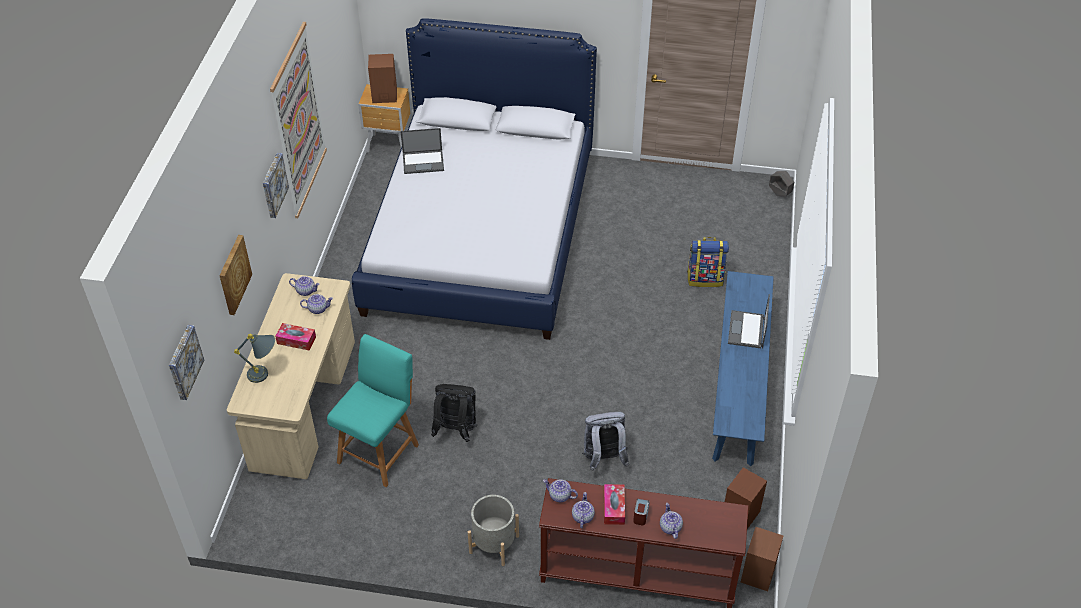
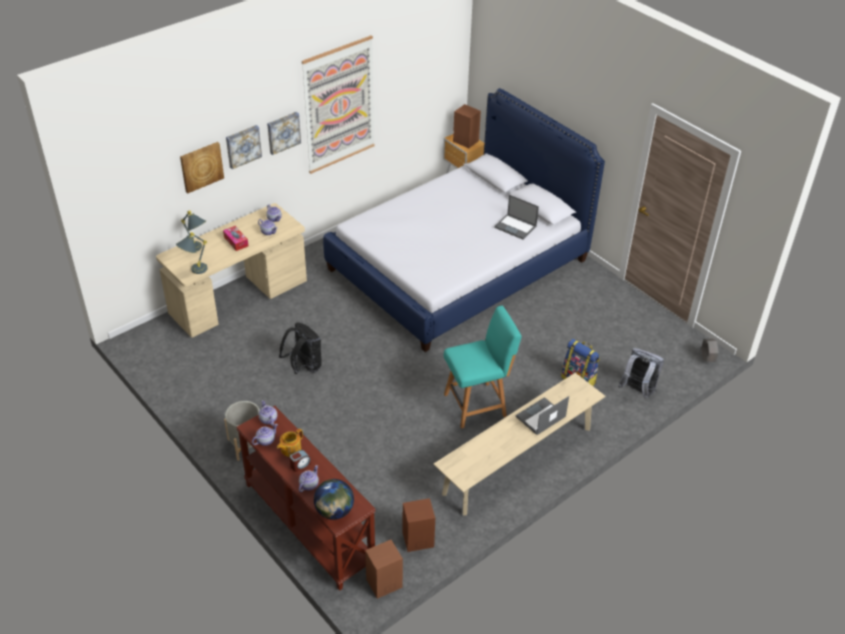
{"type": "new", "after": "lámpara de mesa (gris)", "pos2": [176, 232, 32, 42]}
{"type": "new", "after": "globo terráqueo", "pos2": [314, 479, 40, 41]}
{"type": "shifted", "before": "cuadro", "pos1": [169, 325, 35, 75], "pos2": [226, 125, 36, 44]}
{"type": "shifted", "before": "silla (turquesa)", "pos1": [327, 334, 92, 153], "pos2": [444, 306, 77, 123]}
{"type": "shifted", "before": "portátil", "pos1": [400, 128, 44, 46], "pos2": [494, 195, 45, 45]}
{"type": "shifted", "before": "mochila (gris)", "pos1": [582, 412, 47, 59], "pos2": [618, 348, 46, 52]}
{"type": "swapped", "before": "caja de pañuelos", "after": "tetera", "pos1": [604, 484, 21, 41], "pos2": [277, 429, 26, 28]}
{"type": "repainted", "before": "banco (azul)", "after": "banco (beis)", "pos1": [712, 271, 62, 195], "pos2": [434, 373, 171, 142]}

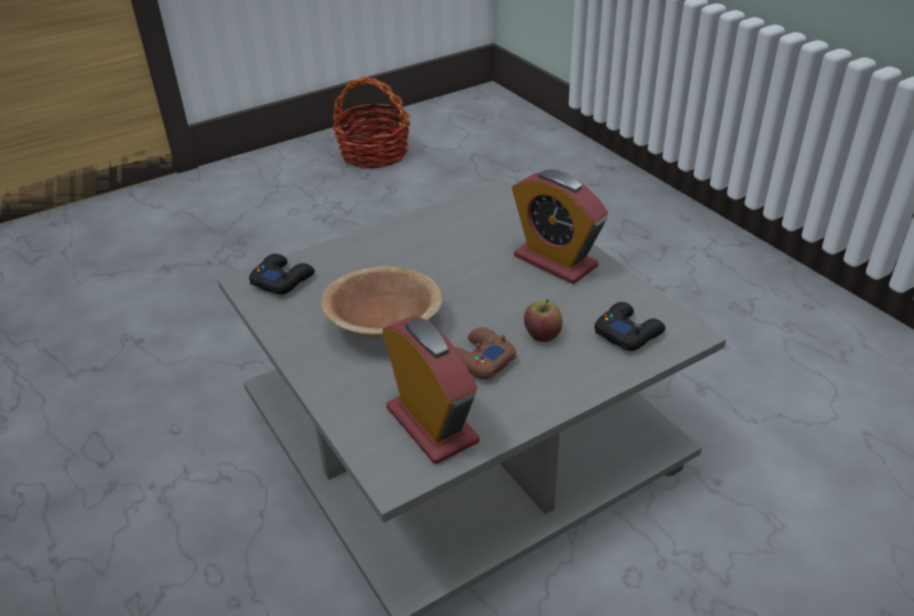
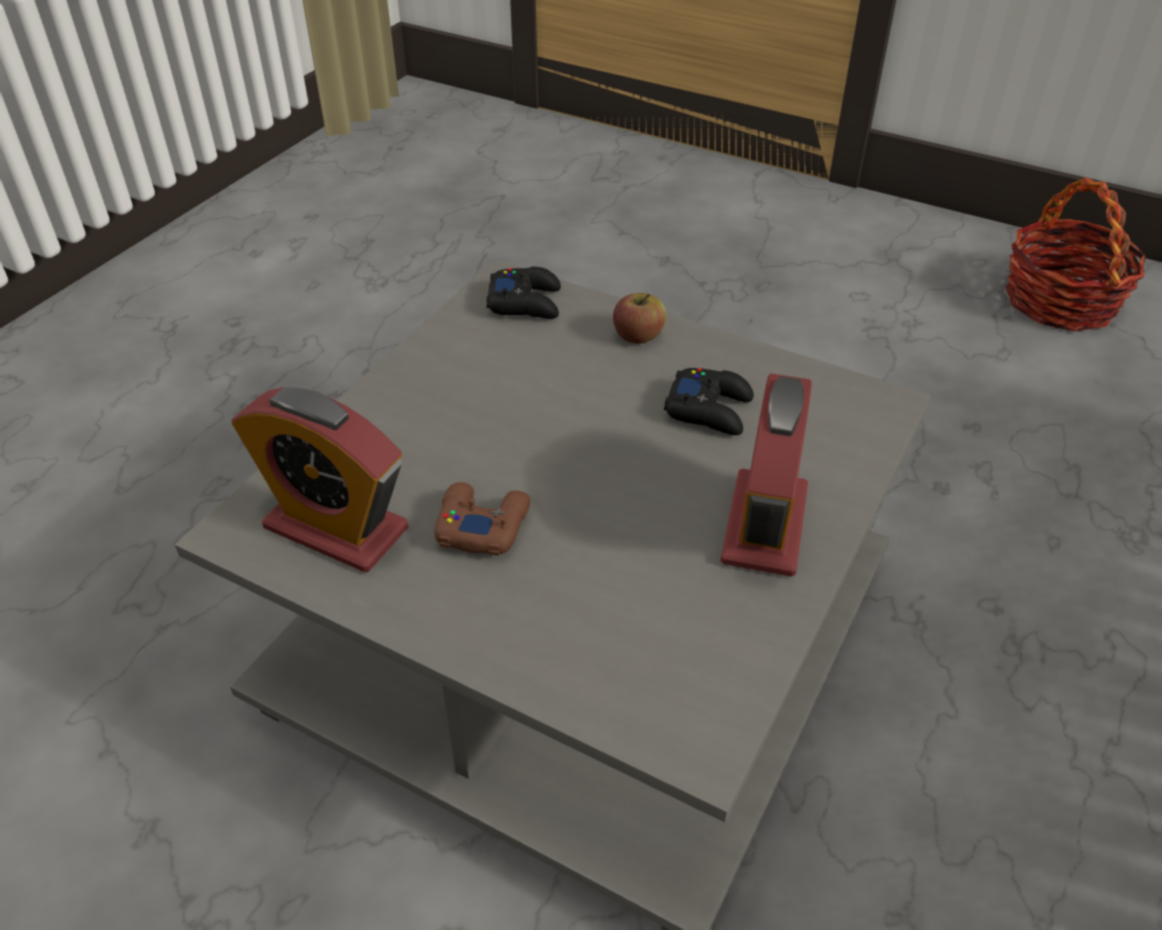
{"type": "gone", "before": "cuenco (marrón)", "pos1": [320, 266, 123, 73]}
{"type": "shifted", "before": "manzana", "pos1": [524, 299, 39, 43], "pos2": [613, 293, 53, 51]}
{"type": "shifted", "before": "mando de consola (negro)", "pos1": [595, 302, 70, 49], "pos2": [664, 368, 90, 67]}
{"type": "rotated", "before": "despertador", "pos1": [382, 316, 97, 148], "pos2": [231, 387, 177, 185], "turn": 90}

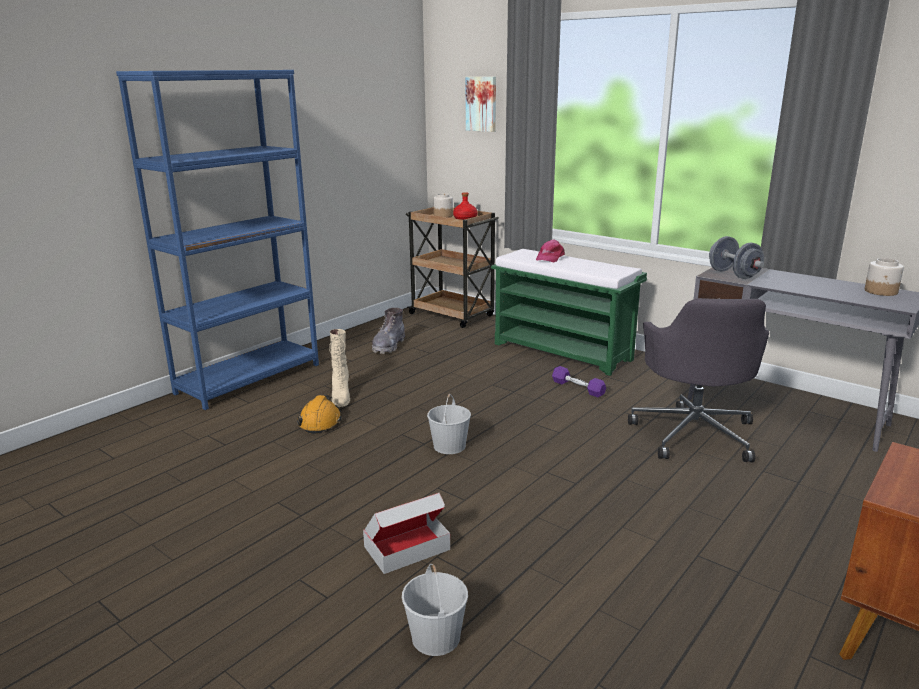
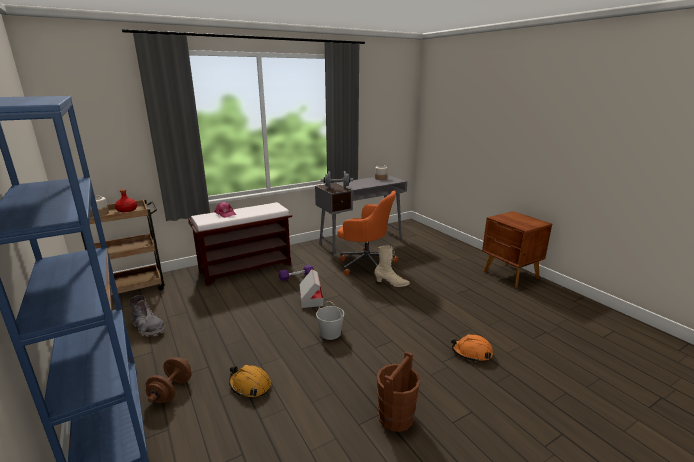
{"type": "gone", "before": "cubo (blanco)", "pos1": [402, 564, 66, 92]}
{"type": "gone", "before": "cuadro", "pos1": [466, 77, 30, 55]}
{"type": "new", "after": "mancuerna (marrón)", "pos2": [146, 357, 45, 46]}
{"type": "new", "after": "cubo (marrón)", "pos2": [377, 351, 43, 81]}
{"type": "new", "after": "casco (naranja)", "pos2": [451, 334, 42, 28]}
{"type": "shifted", "before": "bota (beis)", "pos1": [329, 329, 21, 78], "pos2": [374, 246, 36, 41]}
{"type": "shifted", "before": "caja de cartón", "pos1": [363, 493, 87, 81], "pos2": [299, 270, 25, 38]}
{"type": "repainted", "before": "banco (verde)", "after": "banco (marrón)", "pos1": [491, 249, 156, 127], "pos2": [188, 202, 104, 83]}
{"type": "repainted", "before": "silla de oficina (gris)", "after": "silla de oficina (naranja)", "pos1": [628, 298, 141, 164], "pos2": [337, 191, 62, 84]}

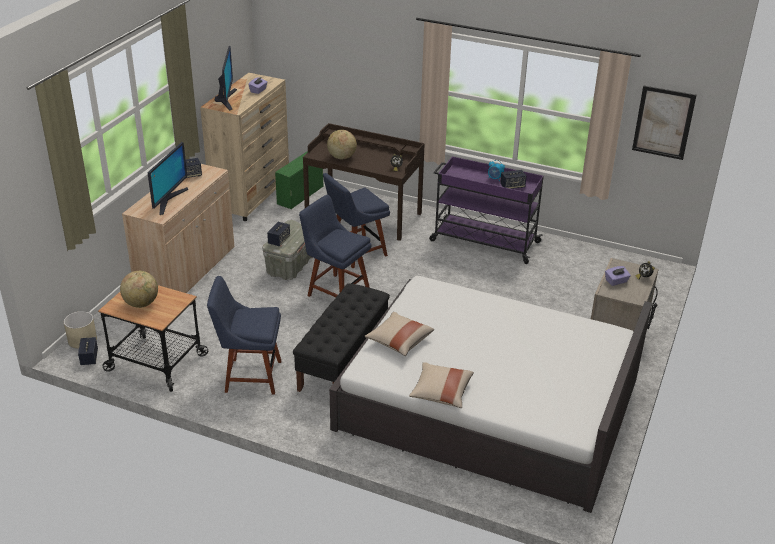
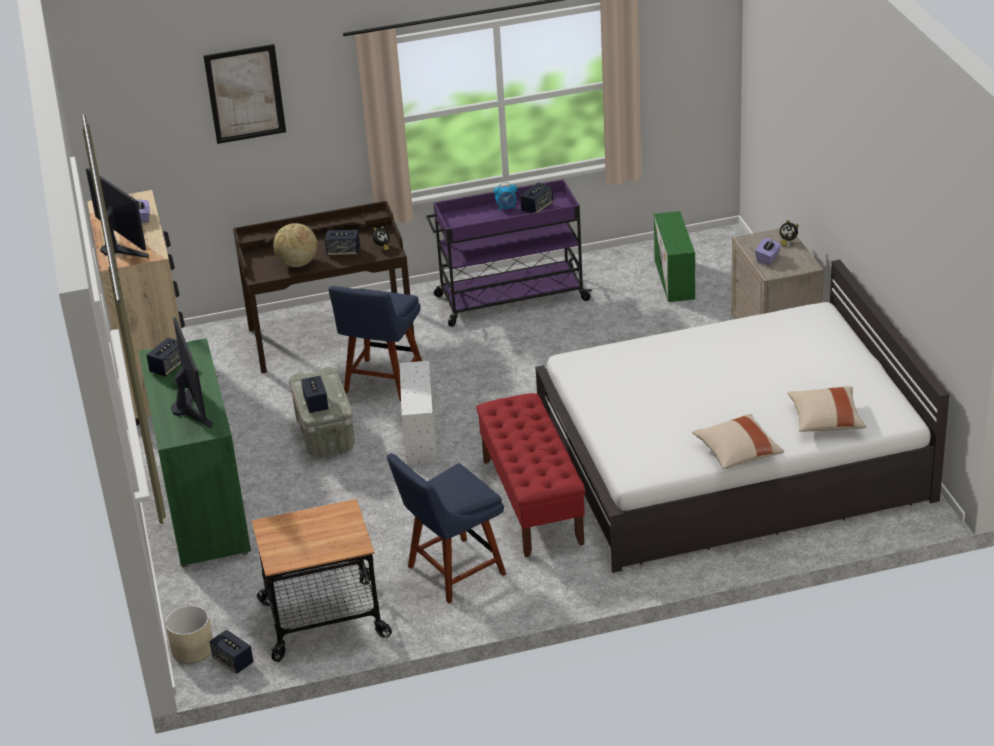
{"type": "gone", "before": "globo terráqueo", "pos1": [120, 271, 38, 37]}
{"type": "new", "after": "altavoz", "pos2": [325, 230, 35, 26]}
{"type": "shifted", "before": "caja de almacenaje (verde)", "pos1": [275, 151, 48, 58], "pos2": [654, 211, 41, 91]}
{"type": "shifted", "before": "cojín (beis)", "pos1": [365, 312, 69, 44], "pos2": [788, 386, 78, 46]}
{"type": "shifted", "before": "cuadro", "pos1": [632, 86, 64, 74], "pos2": [203, 44, 83, 100]}
{"type": "swapped", "before": "silla (azul)", "after": "caja de almacenaje (blanco)", "pos1": [299, 195, 73, 102], "pos2": [399, 361, 38, 104]}
{"type": "repainted", "before": "armario (beis)", "after": "armario (verde)", "pos1": [122, 164, 112, 129], "pos2": [139, 338, 112, 230]}
{"type": "repainted", "before": "banco (negro)", "after": "banco (rojo)", "pos1": [293, 283, 97, 109], "pos2": [476, 393, 110, 164]}

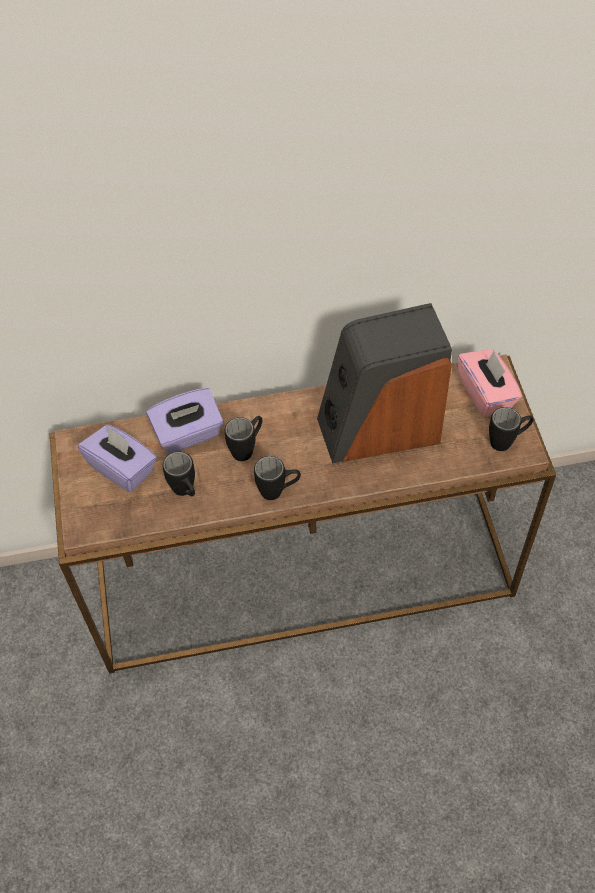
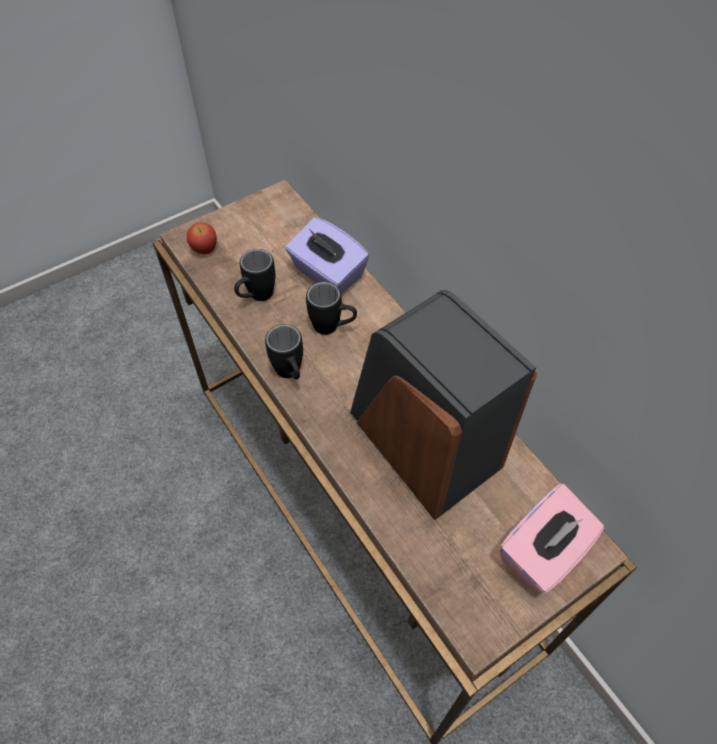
{"type": "gone", "before": "caja de pañuelos (morado)", "pos1": [78, 425, 79, 67]}
{"type": "gone", "before": "taza grande (negro)", "pos1": [489, 407, 45, 44]}
{"type": "new", "after": "manzana", "pos2": [187, 222, 30, 32]}

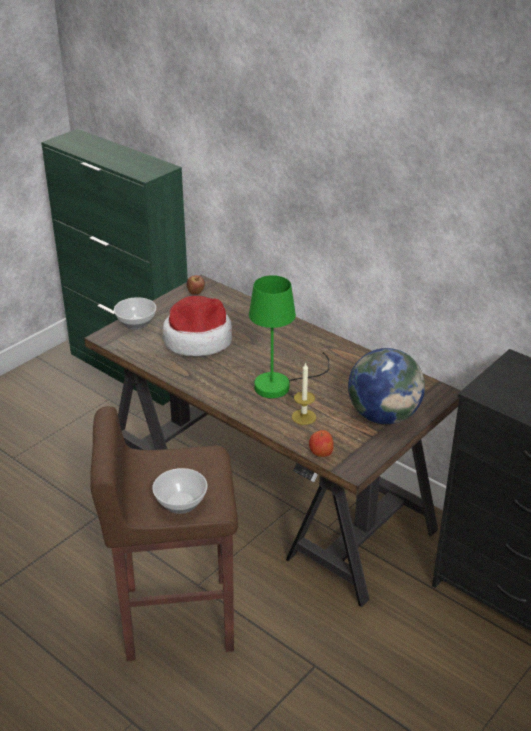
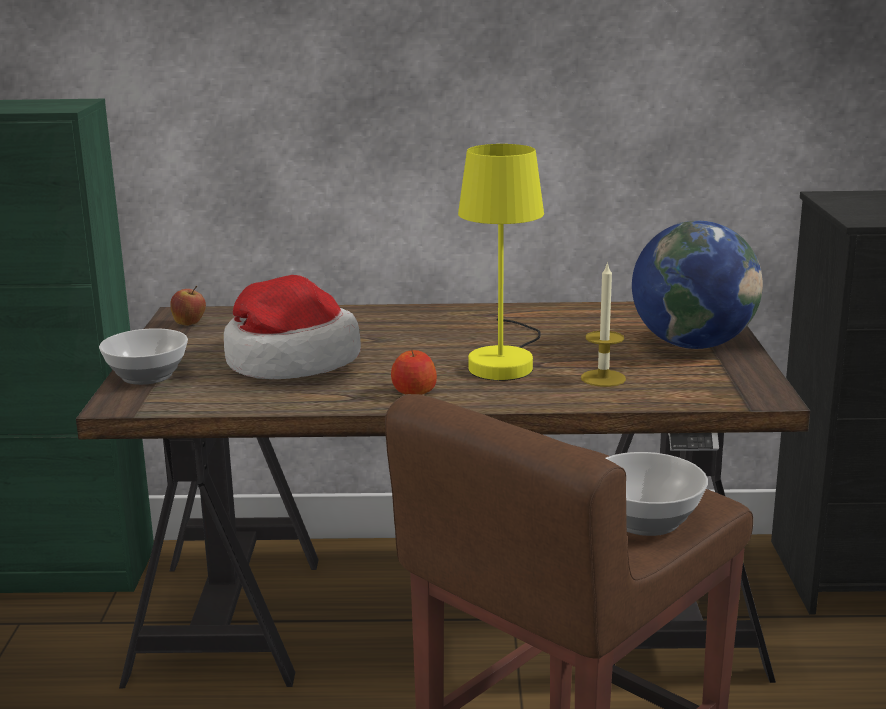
{"type": "shifted", "before": "manzana", "pos1": [309, 430, 25, 27], "pos2": [391, 349, 46, 46]}
{"type": "repainted", "before": "lámpara de mesa (verde)", "after": "lámpara de mesa (amarillo)", "pos1": [249, 275, 80, 124], "pos2": [458, 144, 86, 237]}

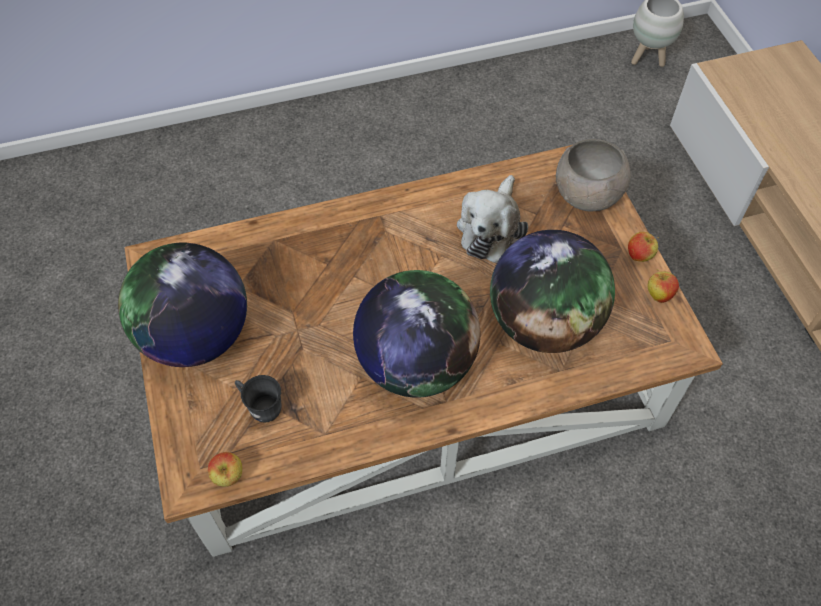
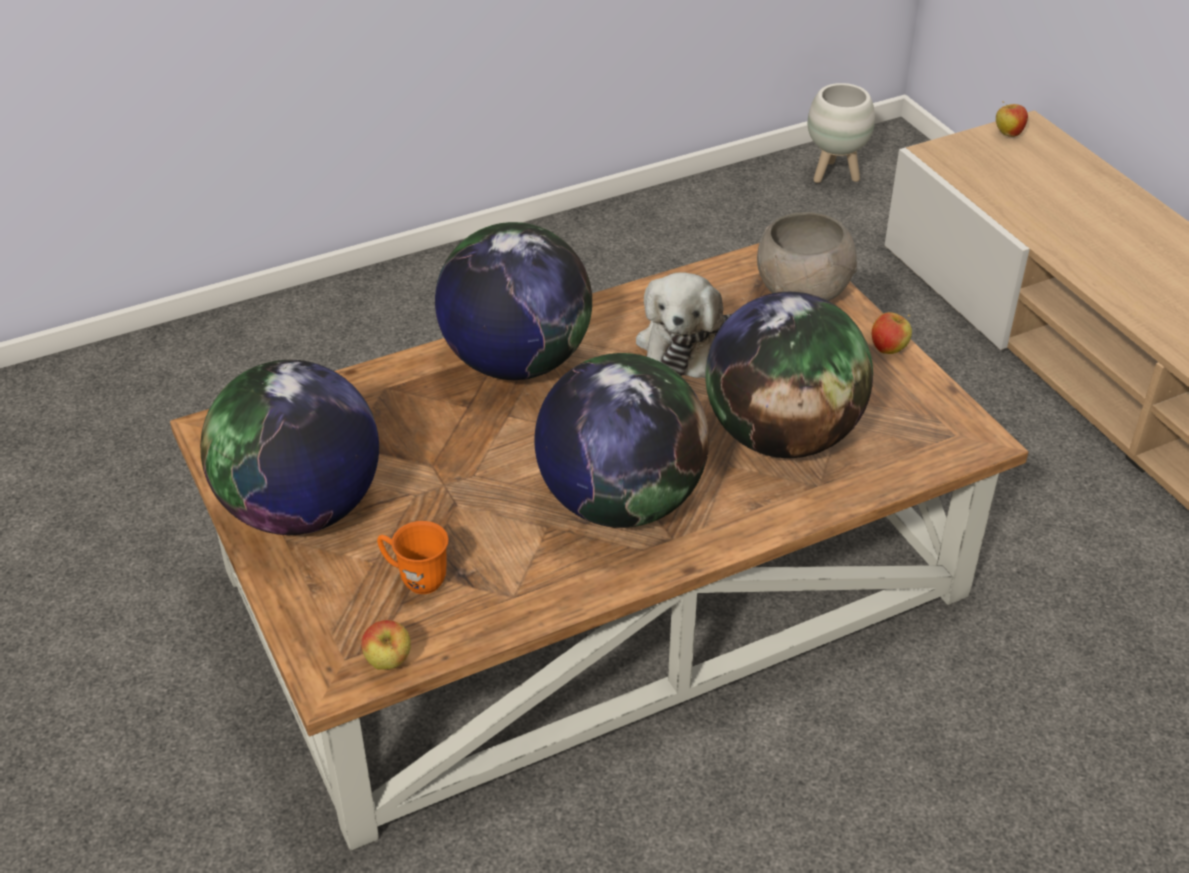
{"type": "new", "after": "globo terráqueo", "pos2": [435, 222, 157, 158]}
{"type": "shifted", "before": "manzana", "pos1": [648, 269, 31, 34], "pos2": [996, 102, 32, 35]}
{"type": "repainted", "before": "taza grande (gris)", "after": "taza grande (naranja)", "pos1": [235, 375, 47, 48], "pos2": [377, 521, 71, 73]}

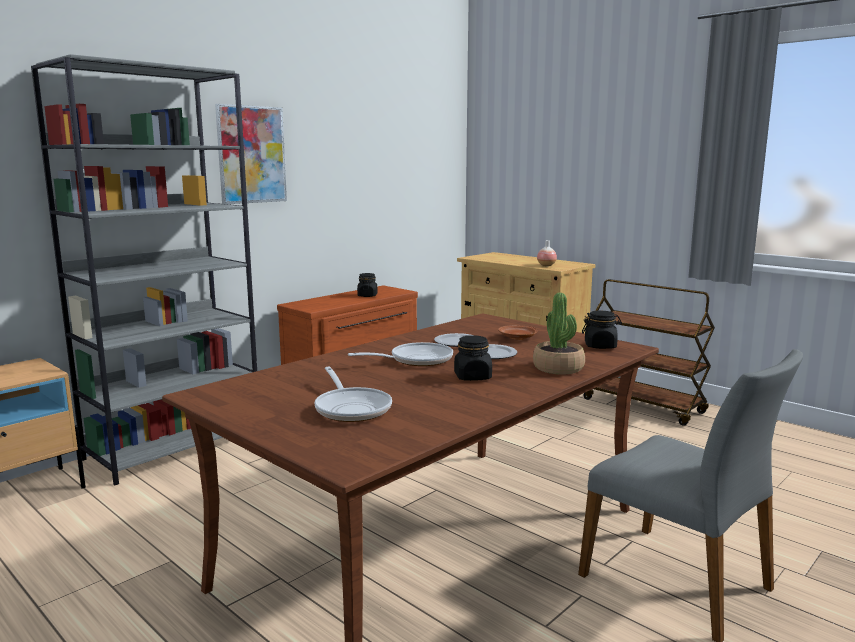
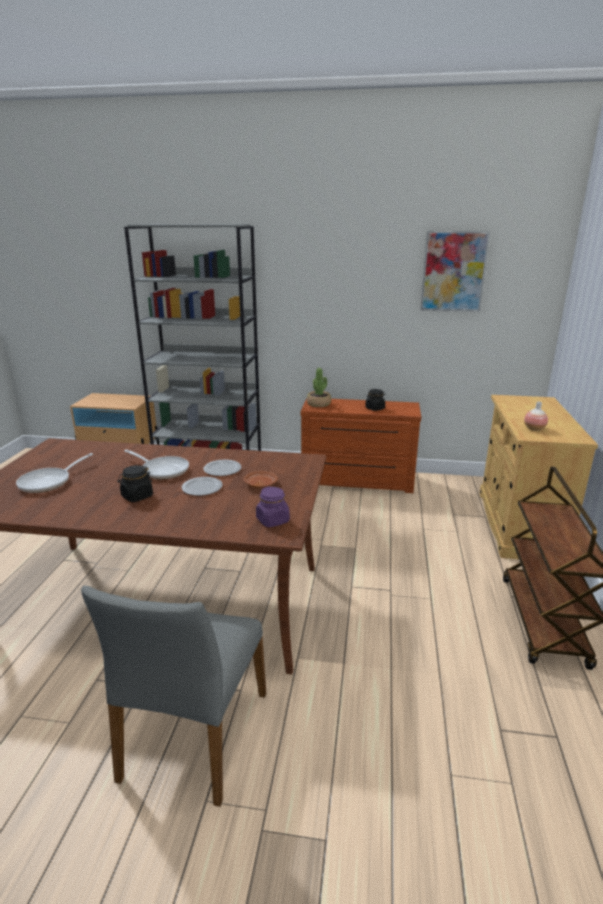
{"type": "shifted", "before": "cuadro", "pos1": [215, 104, 72, 100], "pos2": [420, 231, 70, 81]}
{"type": "shifted", "before": "planta en maceta", "pos1": [533, 293, 52, 82], "pos2": [307, 368, 24, 39]}
{"type": "repainted", "before": "tarro (negro)", "after": "tarro (morado)", "pos1": [582, 311, 40, 38], "pos2": [256, 486, 34, 41]}

